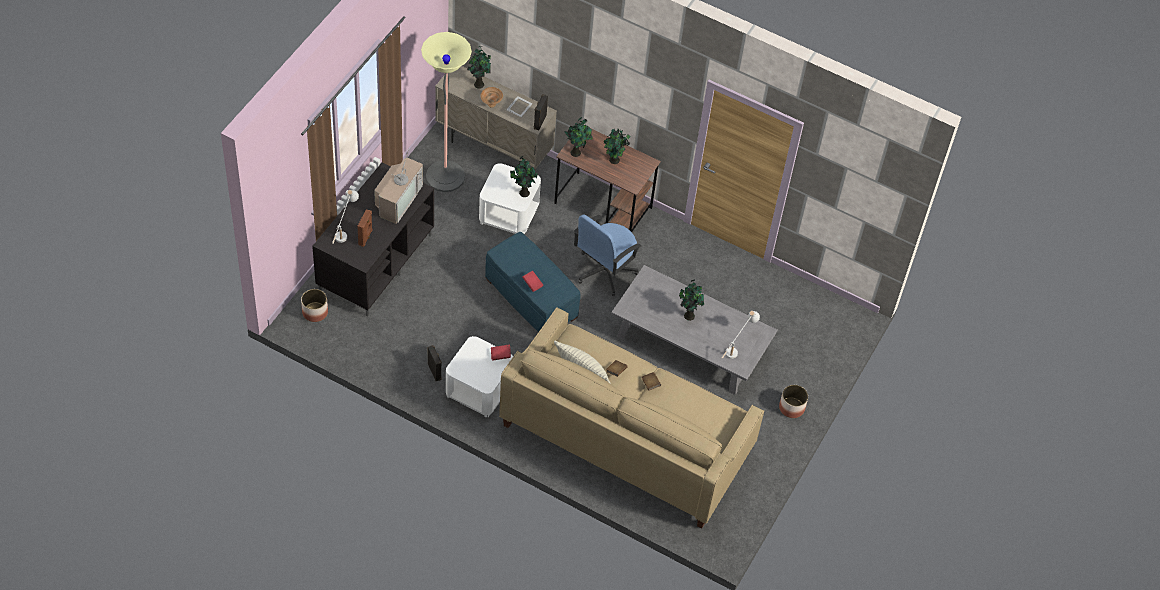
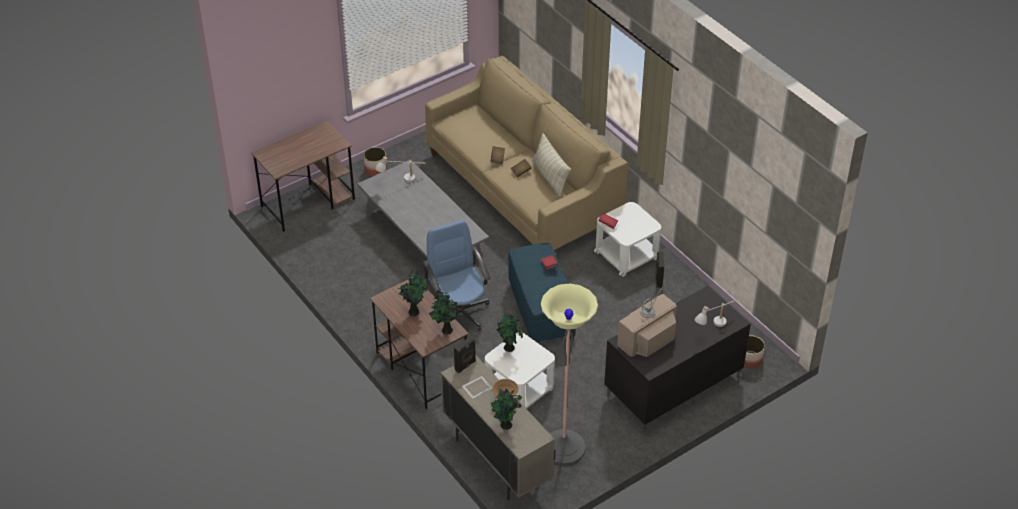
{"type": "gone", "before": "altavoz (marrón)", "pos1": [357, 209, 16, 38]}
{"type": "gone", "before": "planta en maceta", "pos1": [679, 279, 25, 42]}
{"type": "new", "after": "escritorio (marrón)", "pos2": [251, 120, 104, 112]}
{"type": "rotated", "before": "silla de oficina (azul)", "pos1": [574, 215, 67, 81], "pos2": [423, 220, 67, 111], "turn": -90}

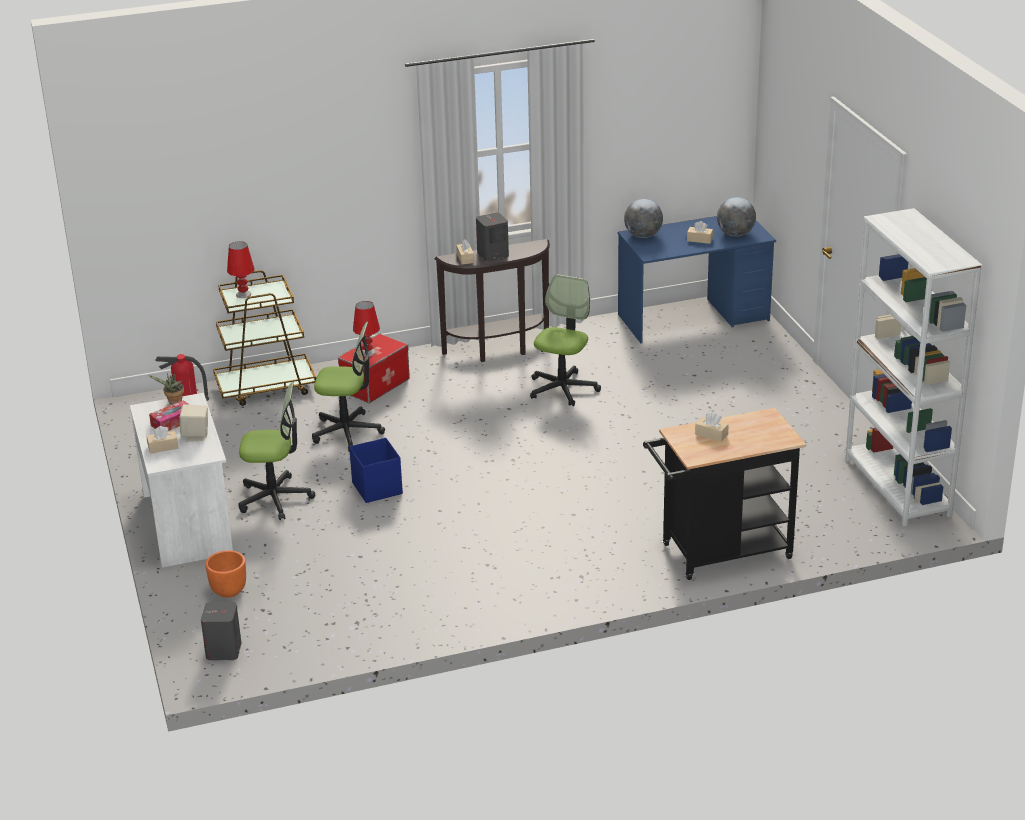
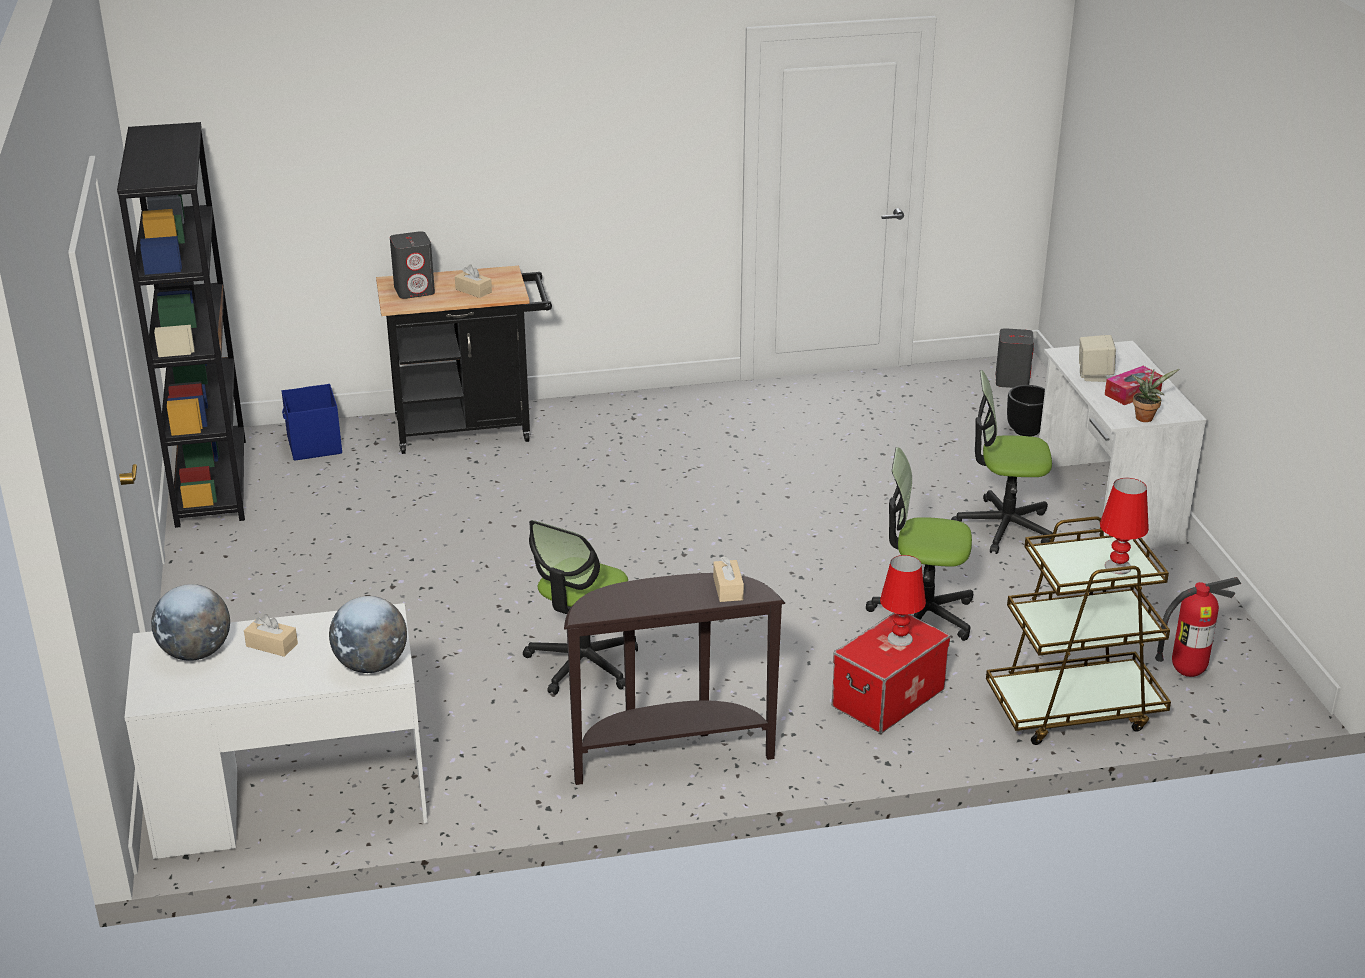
{"type": "gone", "before": "caja de pañuelos (beis)", "pos1": [147, 426, 31, 28]}
{"type": "shifted", "before": "caja de almacenaje (azul)", "pos1": [349, 438, 54, 65], "pos2": [281, 384, 61, 77]}
{"type": "shifted", "before": "altavoz (gris)", "pos1": [476, 212, 33, 50], "pos2": [390, 231, 45, 68]}
{"type": "repainted", "before": "maceta (naranja)", "after": "maceta (negro)", "pos1": [205, 550, 41, 48], "pos2": [1007, 385, 38, 52]}
{"type": "repainted", "before": "escritorio (azul)", "after": "escritorio (blanco)", "pos1": [618, 216, 158, 127], "pos2": [124, 603, 304, 256]}
{"type": "repainted", "before": "estantería (blanco)", "after": "estantería (negro)", "pos1": [845, 208, 137, 319], "pos2": [117, 122, 129, 406]}

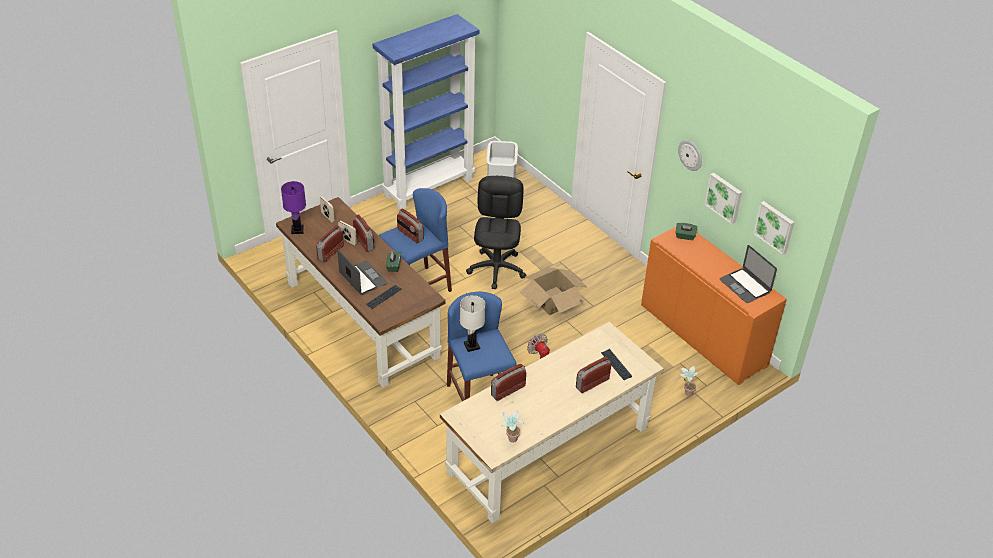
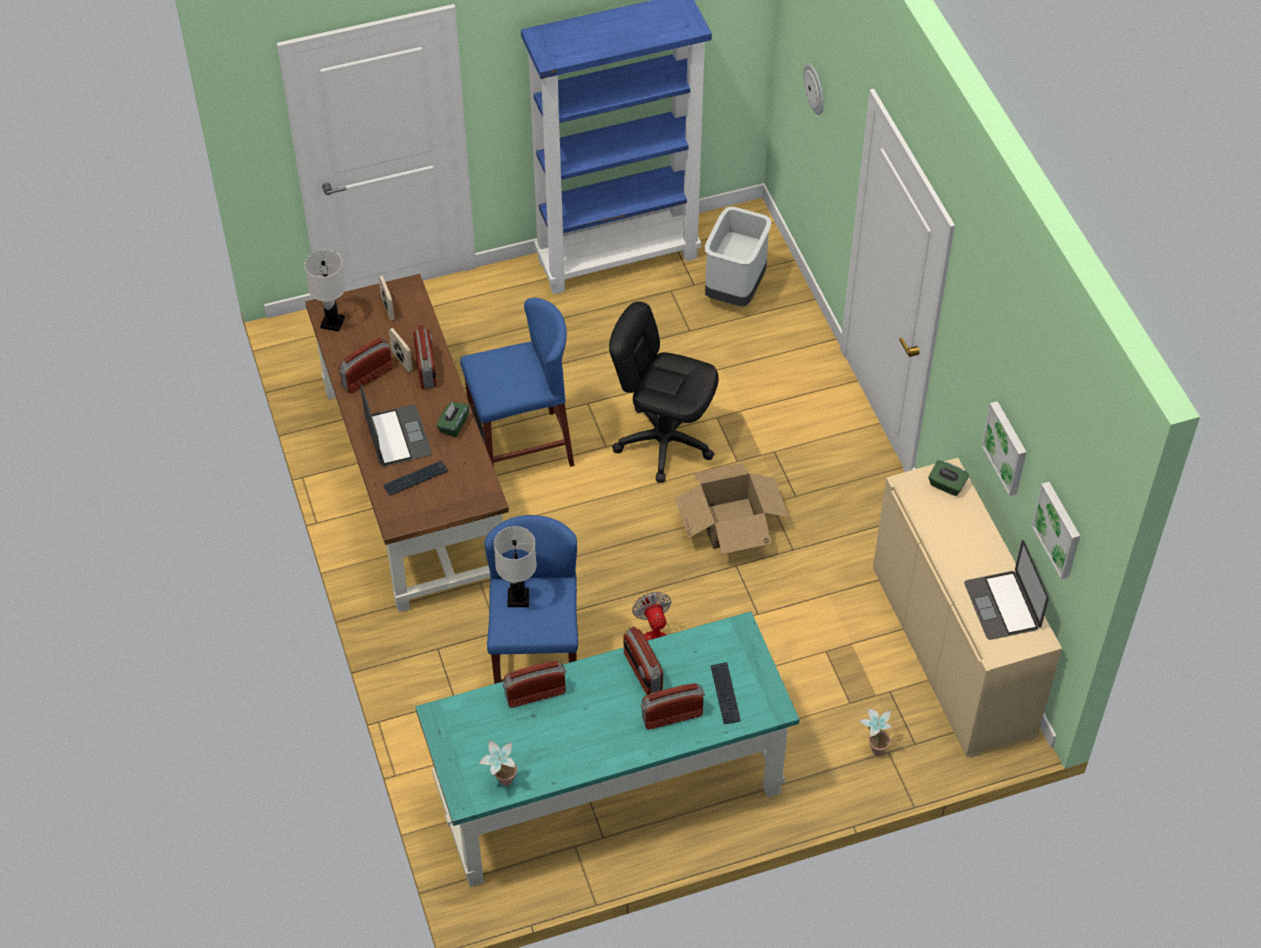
{"type": "shifted", "before": "radio", "pos1": [397, 208, 27, 35], "pos2": [624, 626, 39, 69]}
{"type": "shifted", "before": "reloj de pared", "pos1": [678, 140, 24, 31], "pos2": [803, 64, 21, 51]}
{"type": "repainted", "before": "lámpara de mesa (morado)", "after": "lámpara de mesa (blanco)", "pos1": [281, 181, 25, 53], "pos2": [304, 250, 42, 82]}
{"type": "repainted", "before": "escritorio (beis)", "after": "escritorio (turquesa)", "pos1": [440, 322, 224, 202], "pos2": [415, 611, 385, 276]}
{"type": "repainted", "before": "armario (naranja)", "after": "armario (beis)", "pos1": [641, 227, 146, 158], "pos2": [873, 458, 189, 299]}
{"type": "rotated", "before": "silla de oficina (negro)", "pos1": [466, 176, 60, 113], "pos2": [609, 302, 110, 181], "turn": -90}

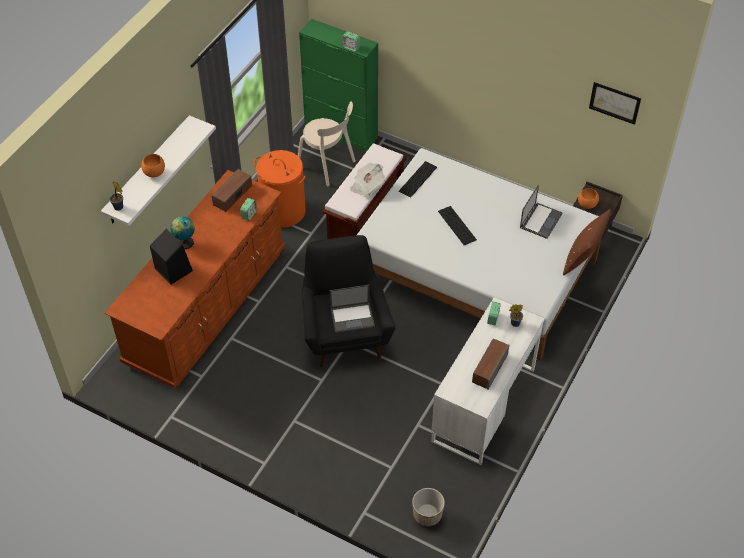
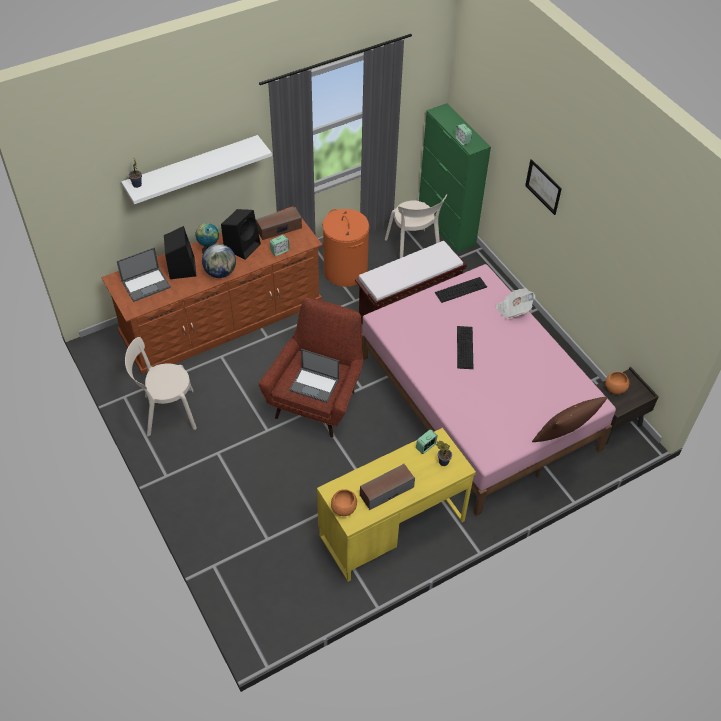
{"type": "gone", "before": "maceta", "pos1": [412, 488, 33, 38]}
{"type": "new", "after": "silla (beis)", "pos2": [125, 337, 72, 99]}
{"type": "new", "after": "globo terráqueo", "pos2": [202, 244, 34, 34]}
{"type": "new", "after": "altavoz (negro)", "pos2": [221, 209, 40, 51]}
{"type": "shifted", "before": "cuenco (naranja)", "pos1": [141, 154, 24, 23], "pos2": [331, 489, 26, 27]}
{"type": "shifted", "before": "periódico", "pos1": [350, 163, 35, 34], "pos2": [496, 288, 40, 31]}
{"type": "shifted", "before": "portátil", "pos1": [520, 184, 43, 55], "pos2": [117, 247, 54, 55]}
{"type": "shifted", "before": "cuadro", "pos1": [589, 82, 52, 43], "pos2": [525, 159, 37, 56]}
{"type": "repainted", "before": "sillón (negro)", "after": "sillón (rojo)", "pos1": [302, 235, 94, 132], "pos2": [258, 297, 105, 140]}
{"type": "repainted", "before": "cama (blanco)", "after": "cama (rosa)", "pos1": [357, 148, 245, 213], "pos2": [362, 264, 254, 252]}
{"type": "repainted", "before": "escritorio (blanco)", "after": "escritorio (amarillo)", "pos1": [431, 297, 114, 168], "pos2": [317, 428, 159, 153]}

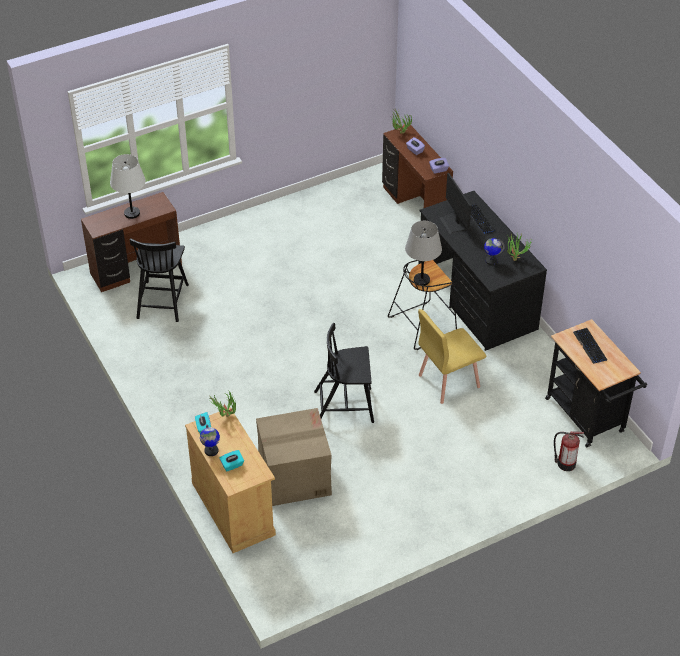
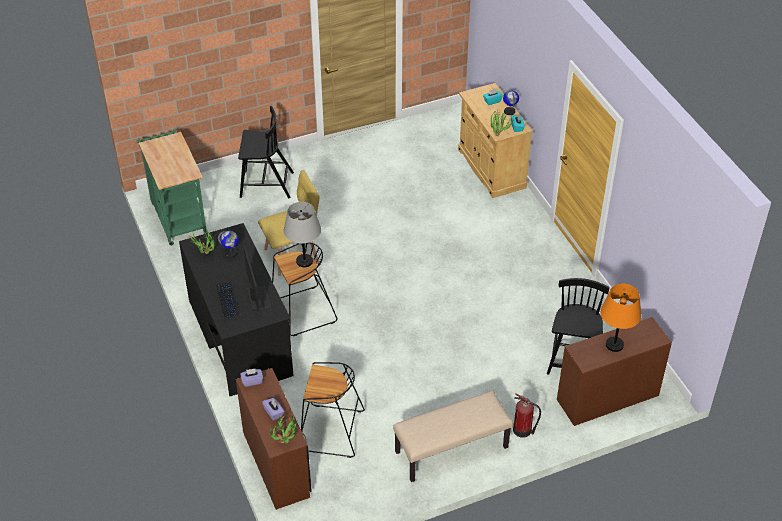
{"type": "gone", "before": "caja de cartón", "pos1": [256, 408, 76, 98]}
{"type": "gone", "before": "teclado", "pos1": [573, 328, 34, 36]}
{"type": "new", "after": "taburete (negro)", "pos2": [301, 362, 64, 96]}
{"type": "new", "after": "banco (beis)", "pos2": [393, 391, 120, 91]}
{"type": "shifted", "before": "silla (negro)", "pos1": [314, 323, 60, 100], "pos2": [238, 106, 56, 92]}
{"type": "shifted", "before": "extintor", "pos1": [554, 431, 30, 40], "pos2": [513, 393, 28, 45]}
{"type": "repainted", "before": "lámpara de mesa (blanco)", "after": "lámpara de mesa (naranja)", "pos1": [110, 154, 36, 65], "pos2": [600, 283, 41, 69]}
{"type": "repainted", "before": "carrito (negro)", "after": "carrito (verde)", "pos1": [545, 319, 102, 128], "pos2": [137, 129, 70, 117]}

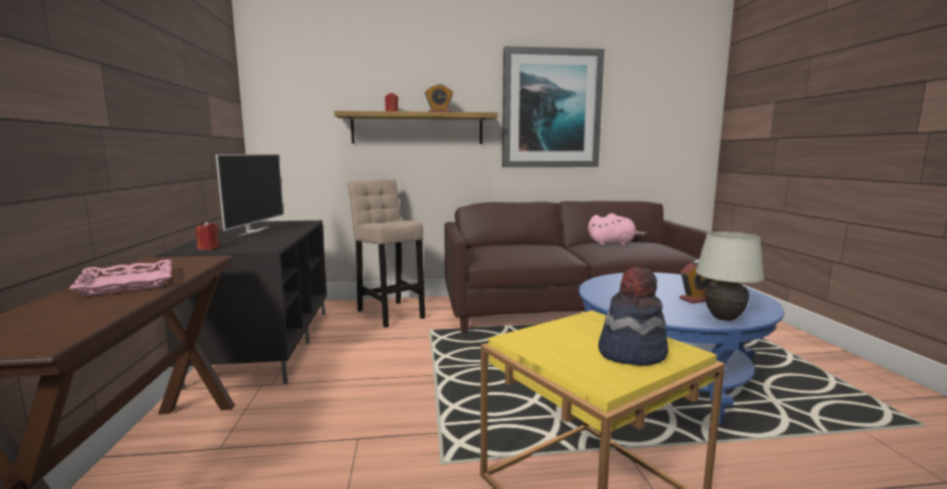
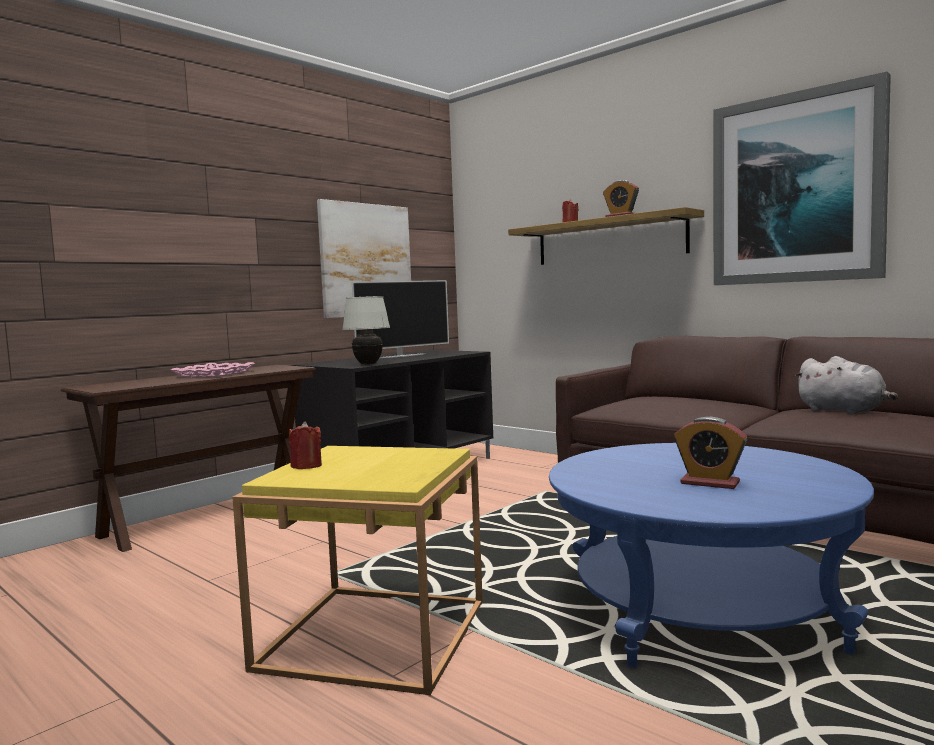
{"type": "gone", "before": "taburete (beis)", "pos1": [348, 180, 77, 148]}
{"type": "gone", "before": "sombrero", "pos1": [598, 267, 70, 99]}
{"type": "new", "after": "cuadro", "pos2": [317, 199, 94, 119]}
{"type": "shifted", "before": "vela (rojo)", "pos1": [195, 221, 25, 29], "pos2": [289, 421, 33, 48]}
{"type": "shifted", "before": "lámpara de mesa (blanco)", "pos1": [696, 231, 68, 90], "pos2": [342, 296, 48, 69]}
{"type": "repainted", "before": "peluche (rosa)", "after": "peluche (gris)", "pos1": [588, 213, 59, 33], "pos2": [794, 356, 104, 59]}

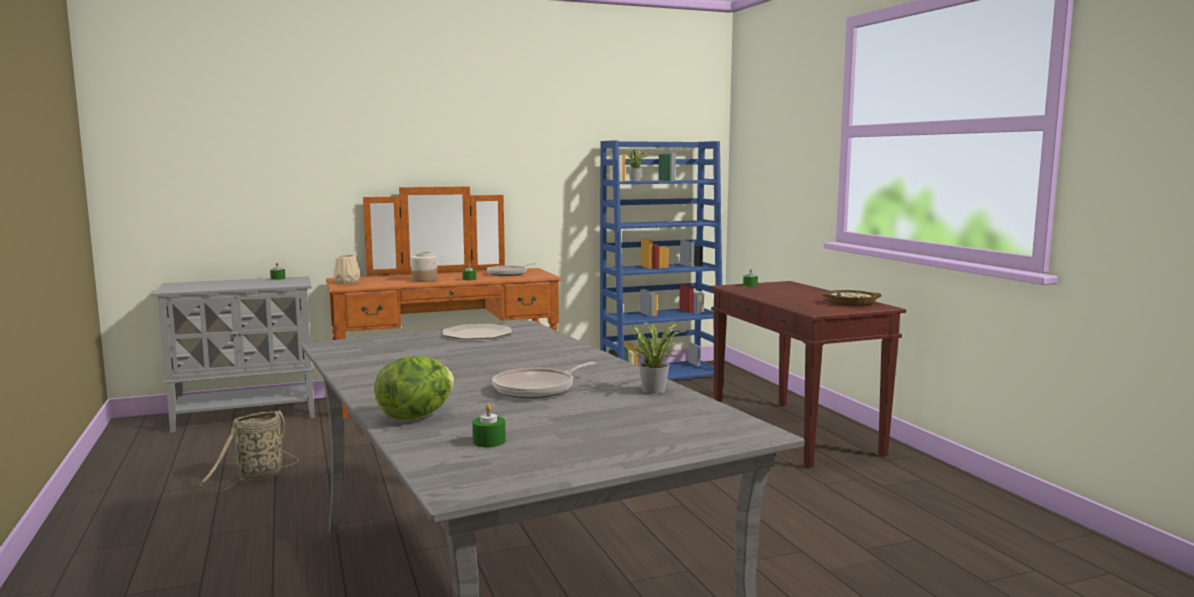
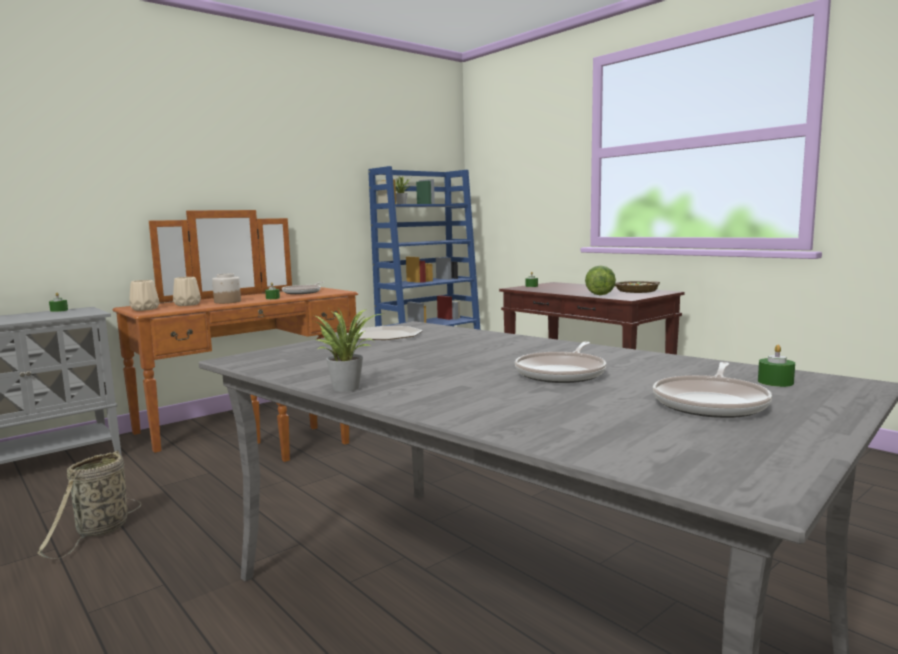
{"type": "new", "after": "florero (beis)", "pos2": [173, 277, 28, 29]}
{"type": "new", "after": "sartén", "pos2": [653, 362, 119, 56]}
{"type": "shifted", "before": "lechuga", "pos1": [374, 356, 80, 63], "pos2": [585, 265, 31, 30]}
{"type": "shifted", "before": "vela (verde)", "pos1": [472, 404, 34, 43], "pos2": [758, 345, 37, 42]}
{"type": "shifted", "before": "planta en maceta", "pos1": [630, 324, 56, 70], "pos2": [314, 309, 67, 83]}

